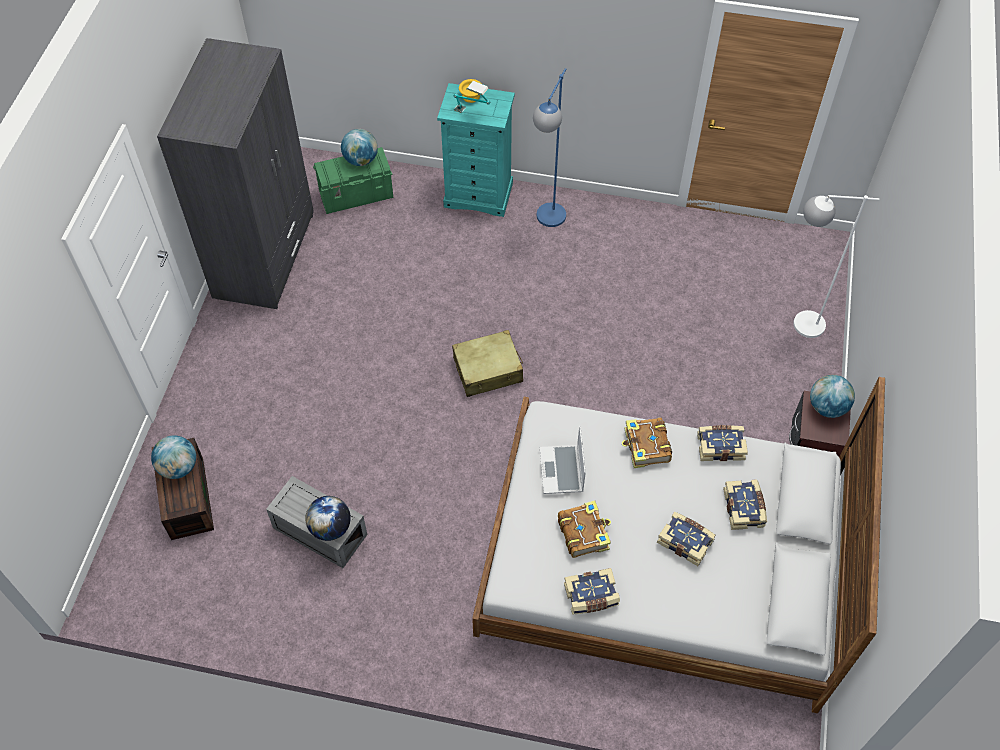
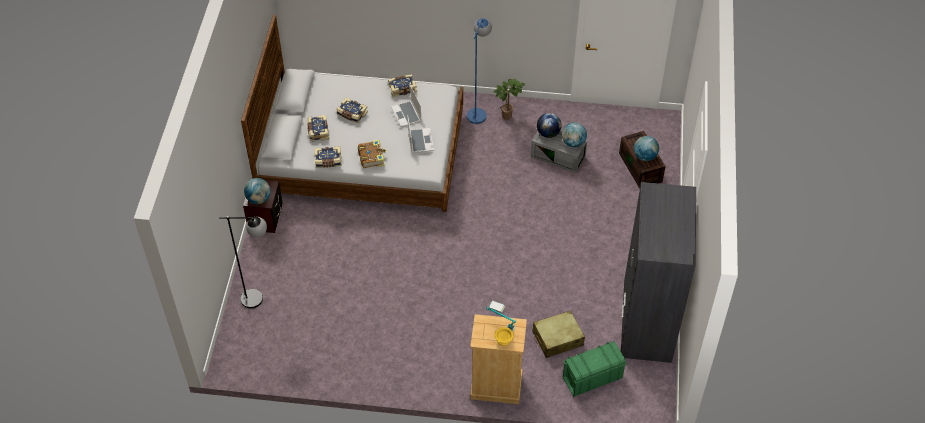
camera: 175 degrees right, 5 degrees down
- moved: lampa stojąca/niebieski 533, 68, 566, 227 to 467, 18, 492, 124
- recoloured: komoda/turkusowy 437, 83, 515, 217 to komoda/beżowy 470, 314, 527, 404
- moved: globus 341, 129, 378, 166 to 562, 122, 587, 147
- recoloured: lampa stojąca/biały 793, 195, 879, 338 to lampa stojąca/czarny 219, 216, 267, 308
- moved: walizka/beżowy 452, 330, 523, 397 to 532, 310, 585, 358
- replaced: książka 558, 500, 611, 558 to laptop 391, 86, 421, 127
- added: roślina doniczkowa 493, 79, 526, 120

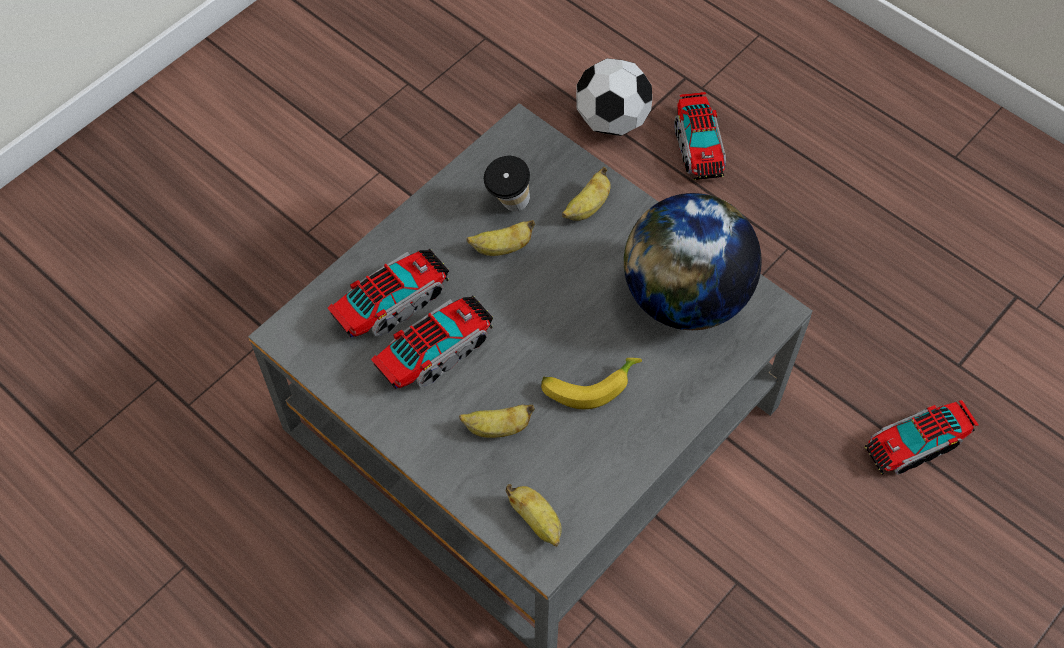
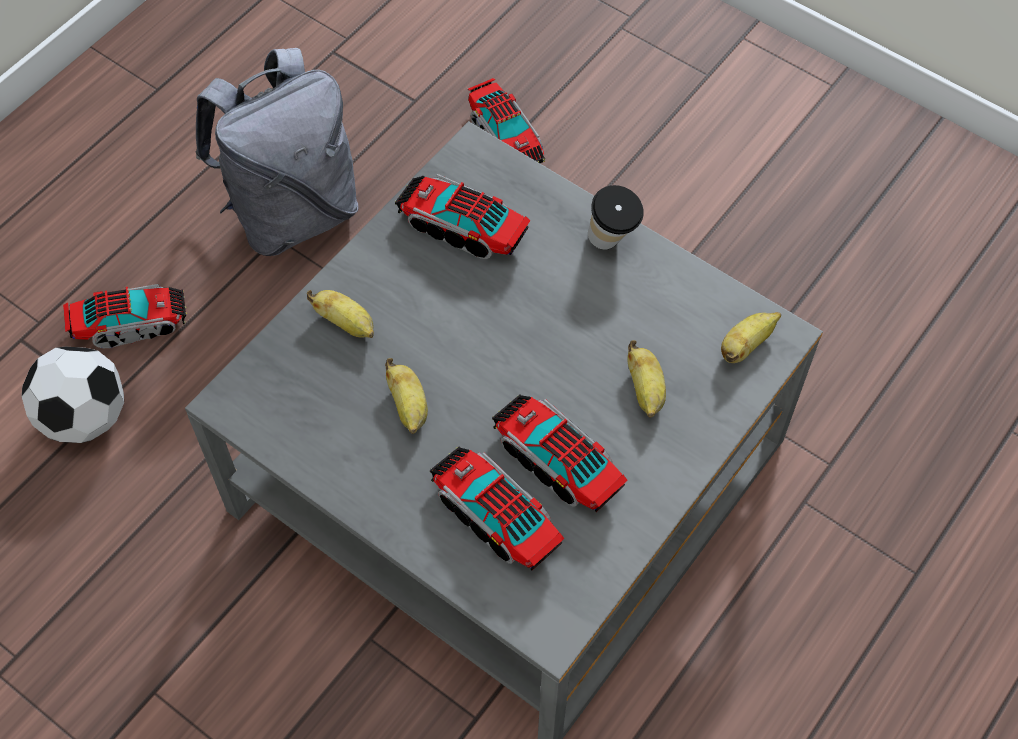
camera: 95 degrees left, 0 degrees up
- moved: filiżanka 484, 156, 530, 211 to 588, 185, 644, 250
- replaced: globus 624, 193, 762, 330 to ciężarówka zabawkowa 395, 174, 531, 259
- removed: banan 541, 358, 642, 409
- added: plecak/szary 195, 48, 359, 256

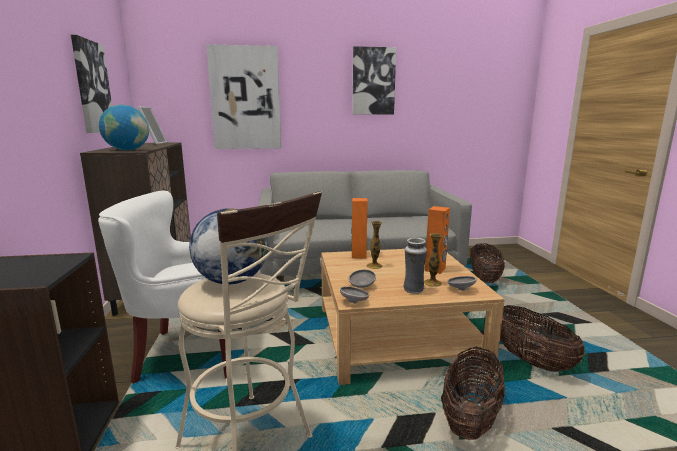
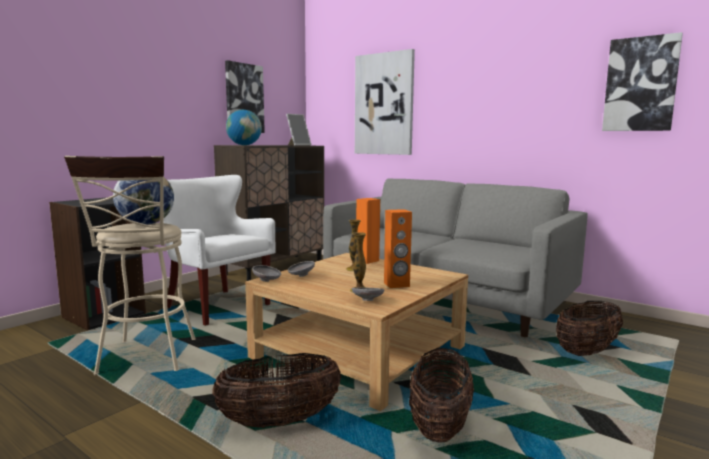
camera: 45 degrees right, 5 degrees down
- moved: obraz 353, 46, 396, 114 to 602, 32, 683, 131
- removed: wazon 403, 238, 427, 294

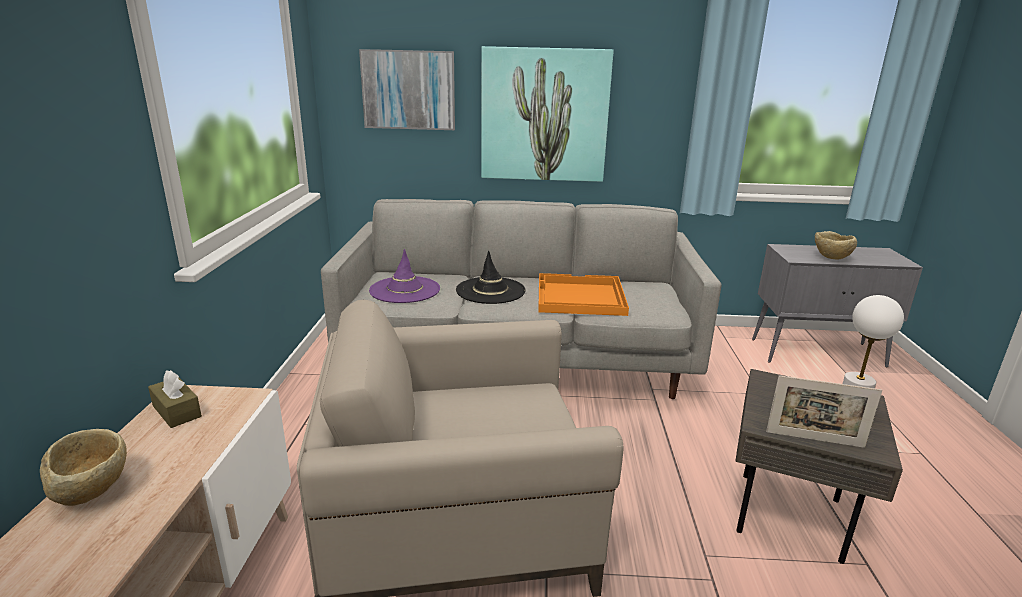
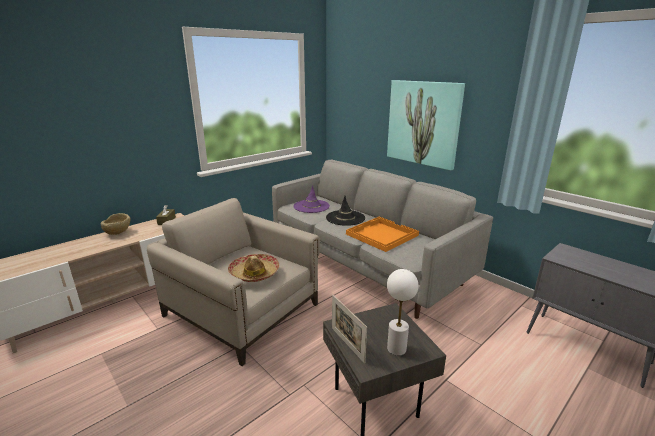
camera: 45 degrees right, 0 degrees up
- removed: obraz 359, 49, 455, 130
- removed: miska/beżowy 815, 231, 857, 259
- added: kapelusz 228, 254, 279, 282

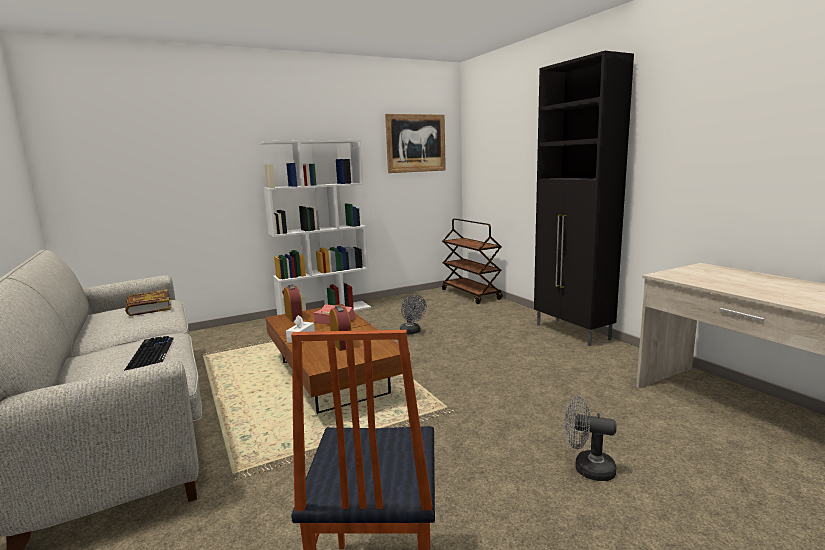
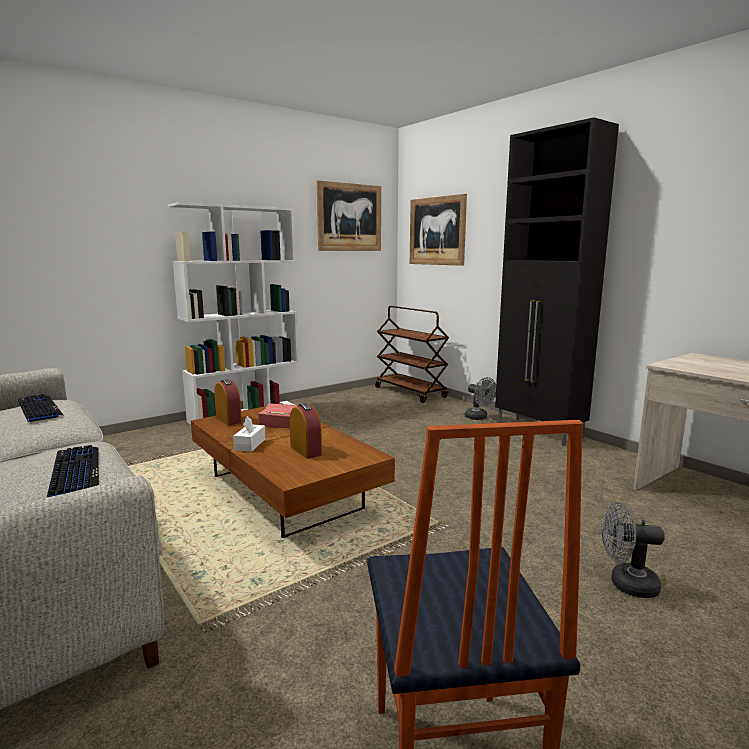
camera: 10 degrees left, 0 degrees up
- replaced: książka 125, 290, 171, 316 to klawiatura 18, 394, 63, 422
- moved: wentylator/szary 400, 295, 427, 334 to 464, 377, 496, 420
- added: obraz 410, 194, 467, 266

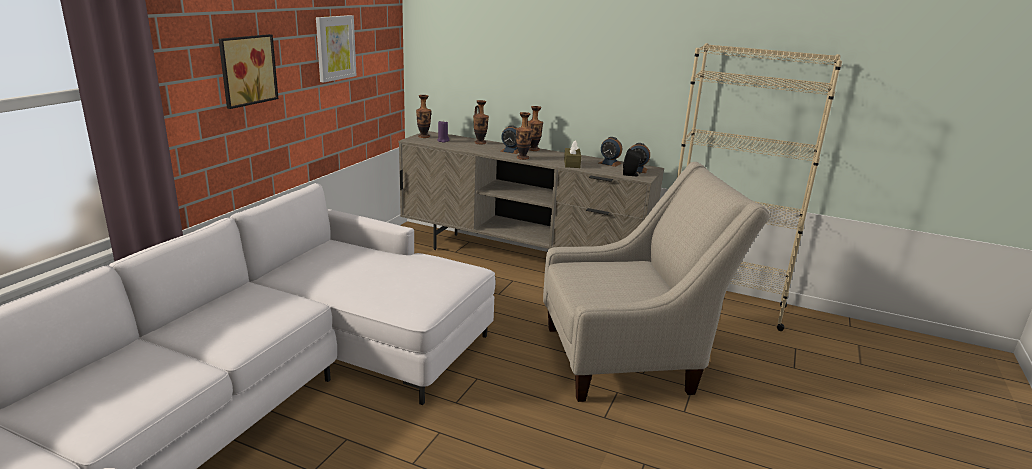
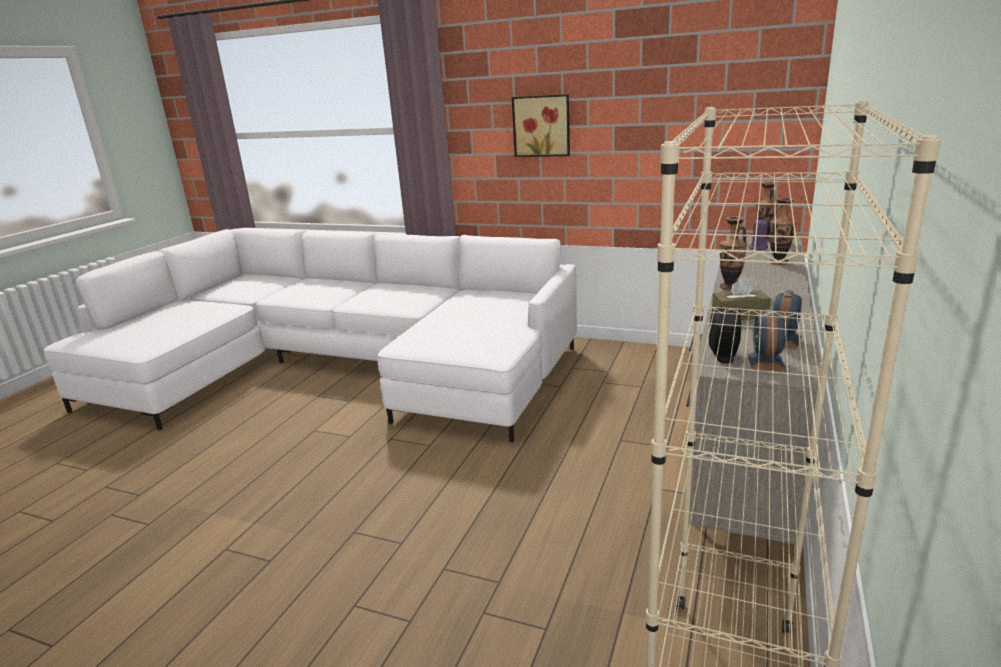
camera: 90 degrees right, 0 degrees up
- removed: obraz 316, 15, 356, 83
- removed: wazon 528, 106, 543, 151
- removed: budzik 500, 125, 519, 154
- removed: fotel/beżowy 543, 162, 770, 402

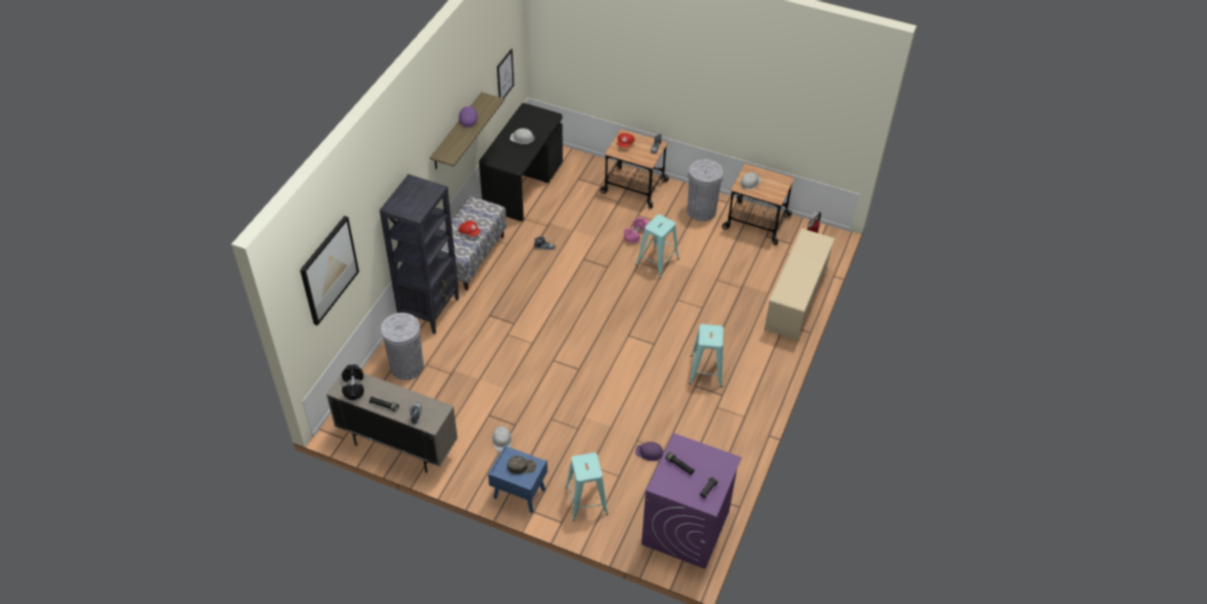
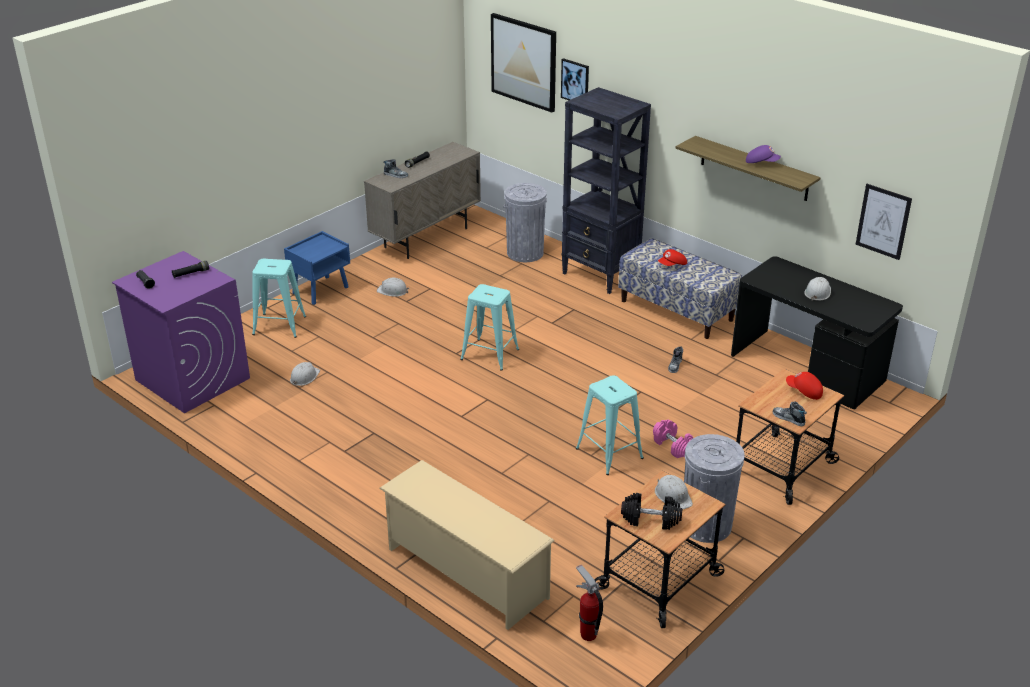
camera: 110 degrees right, 15 degrees down
- moved: stołek/turkusowy 689, 324, 724, 387 to 460, 284, 519, 371
- moved: hantel/czarny 342, 364, 364, 400 to 621, 493, 682, 530
- recoloured: kask/fioletowy 635, 442, 664, 461 to kask/biały 290, 362, 320, 386
- removed: czapka z daszkiem/zielony 507, 456, 536, 474
- added: obraz 561, 58, 589, 100

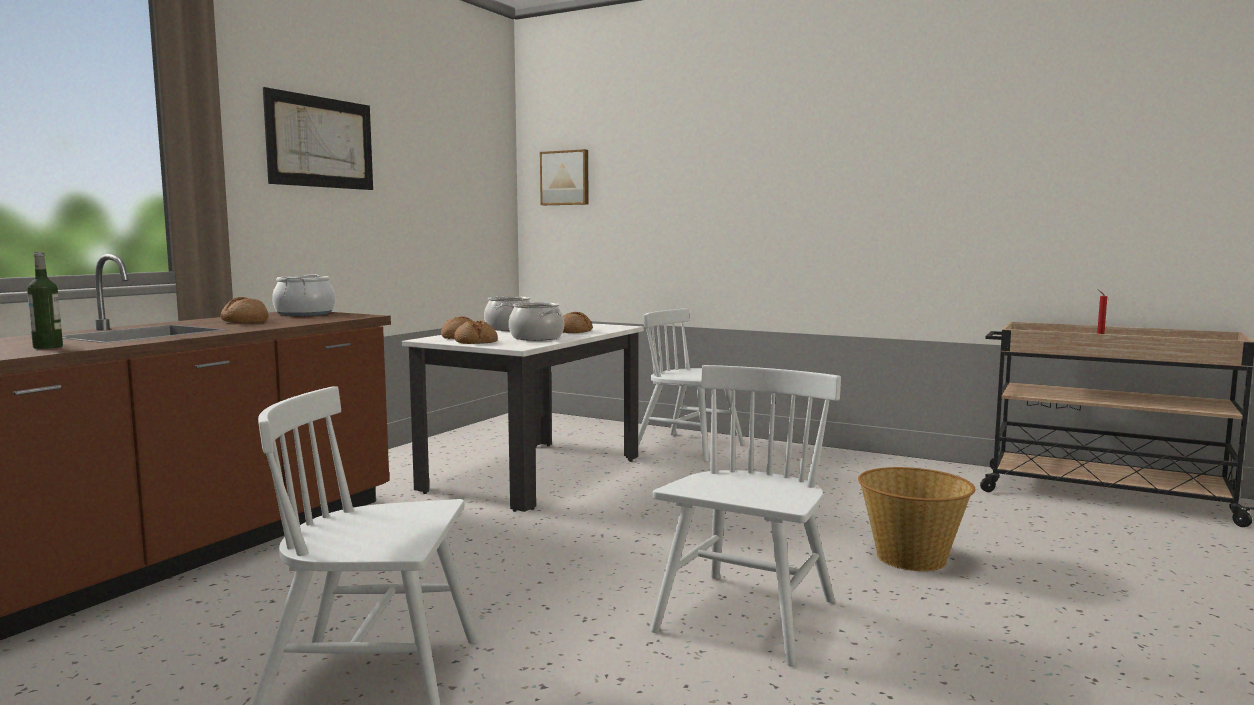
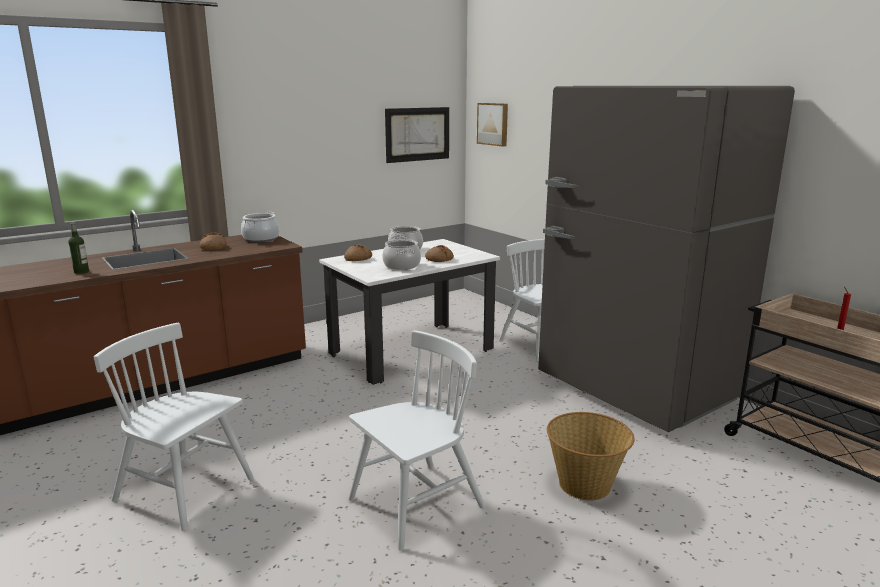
camera: 25 degrees right, 10 degrees up
- moved: obraz 263, 87, 373, 190 to 385, 107, 449, 163
- removed: chleb 454, 320, 498, 344
- added: lodówka/szary 538, 86, 795, 432

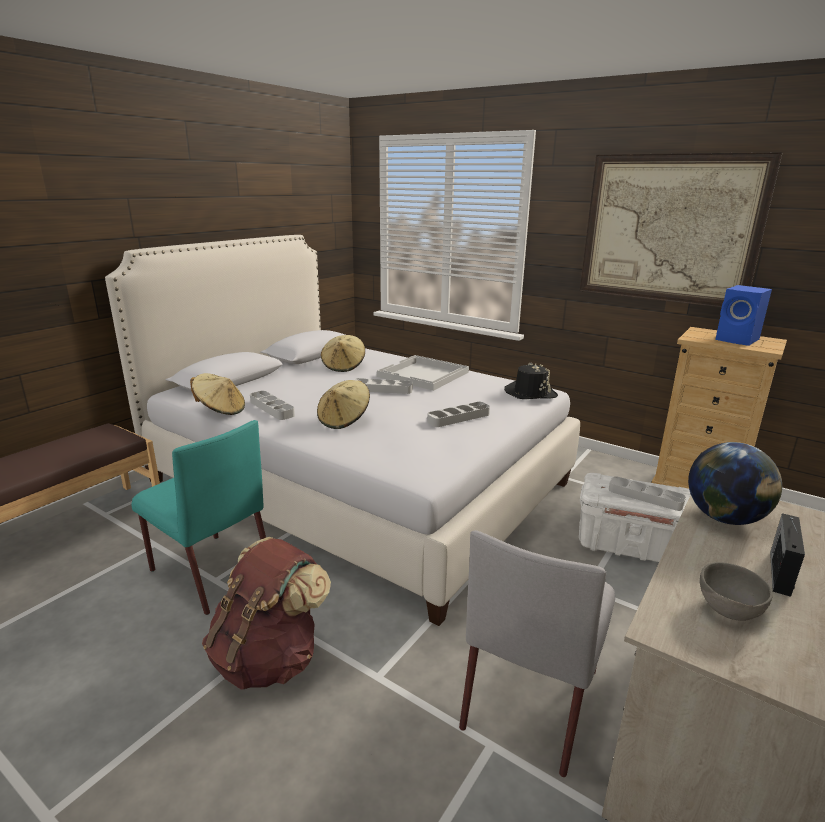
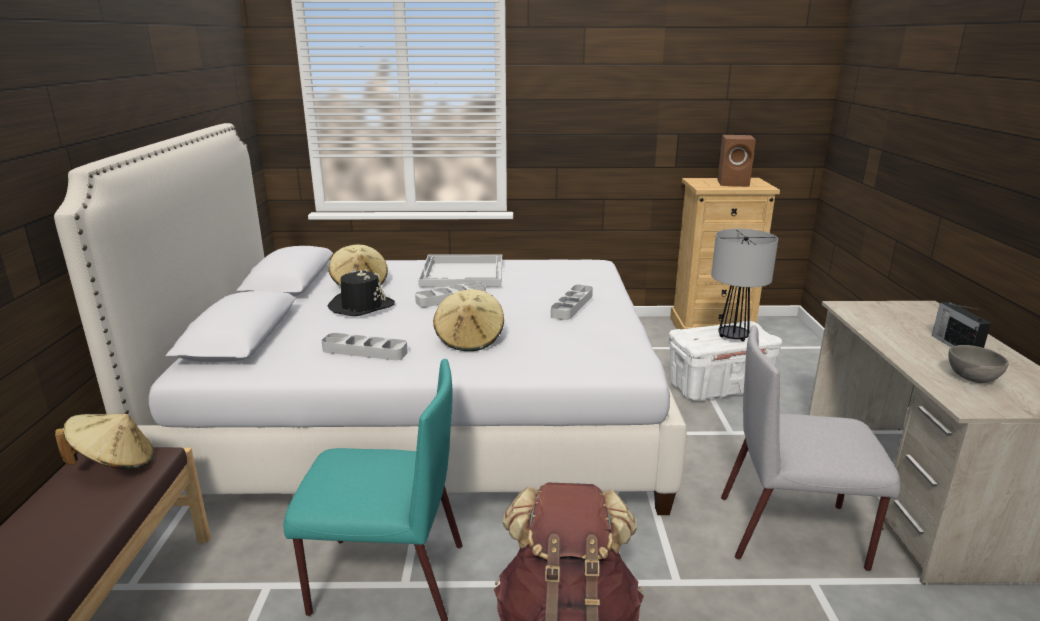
camera: 35 degrees left, 0 degrees up
- removed: obraz 579, 152, 783, 307
- recoloured: głośnik/niebieski 715, 285, 772, 346 to głośnik/brązowy 717, 135, 756, 187
- moved: kapelusz/czarny 504, 363, 558, 399 to 328, 269, 395, 316
- moved: kapelusz/beżowy 190, 373, 245, 415 to 55, 414, 154, 470
- removed: globus 688, 442, 782, 525
- replaced: taca/szary 609, 477, 686, 511 to lampa stołowa 711, 229, 778, 341
- turned: krzesło/szary 459, 530, 615, 777 = 721, 325, 900, 571 105 degrees clockwise

